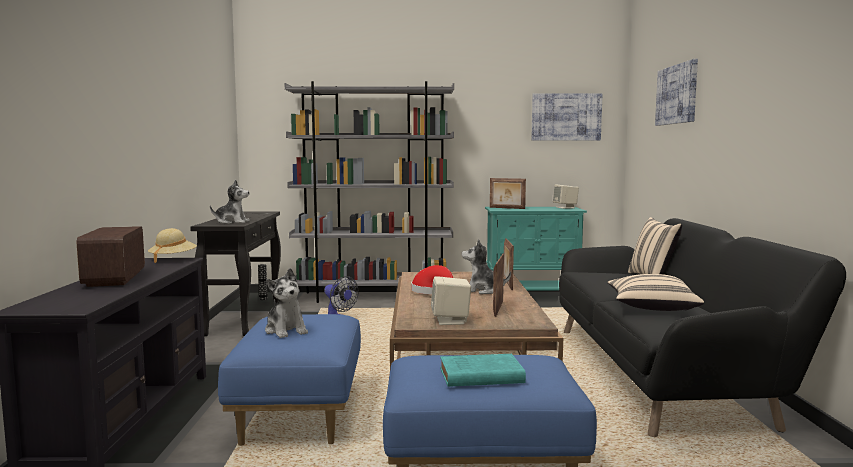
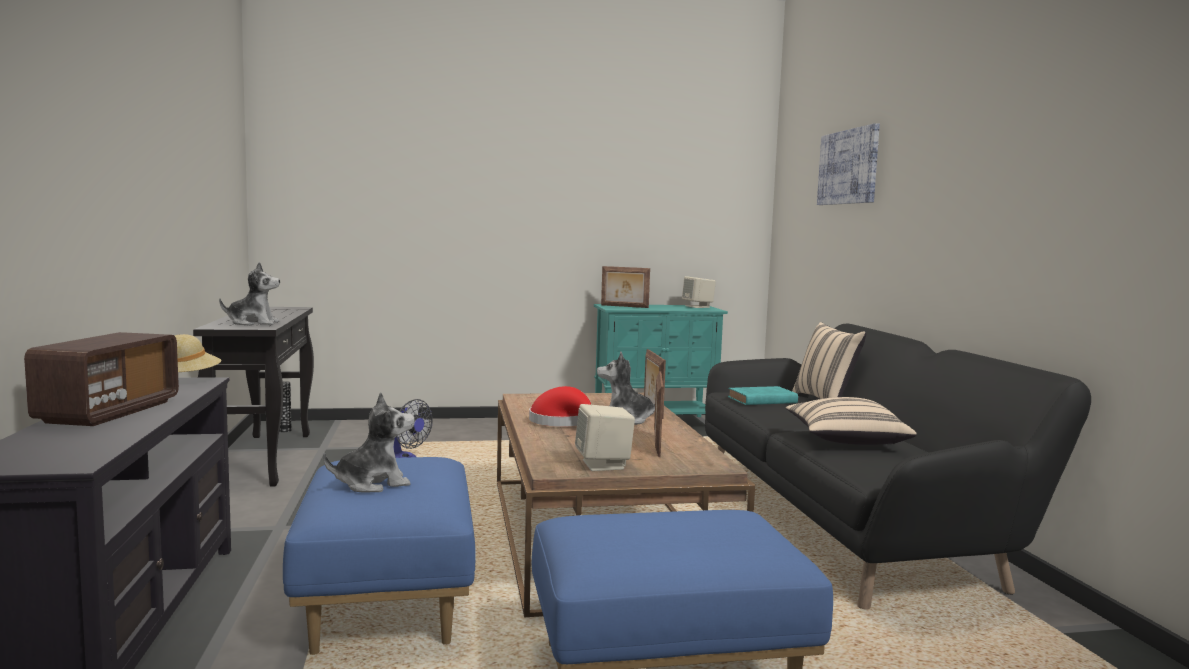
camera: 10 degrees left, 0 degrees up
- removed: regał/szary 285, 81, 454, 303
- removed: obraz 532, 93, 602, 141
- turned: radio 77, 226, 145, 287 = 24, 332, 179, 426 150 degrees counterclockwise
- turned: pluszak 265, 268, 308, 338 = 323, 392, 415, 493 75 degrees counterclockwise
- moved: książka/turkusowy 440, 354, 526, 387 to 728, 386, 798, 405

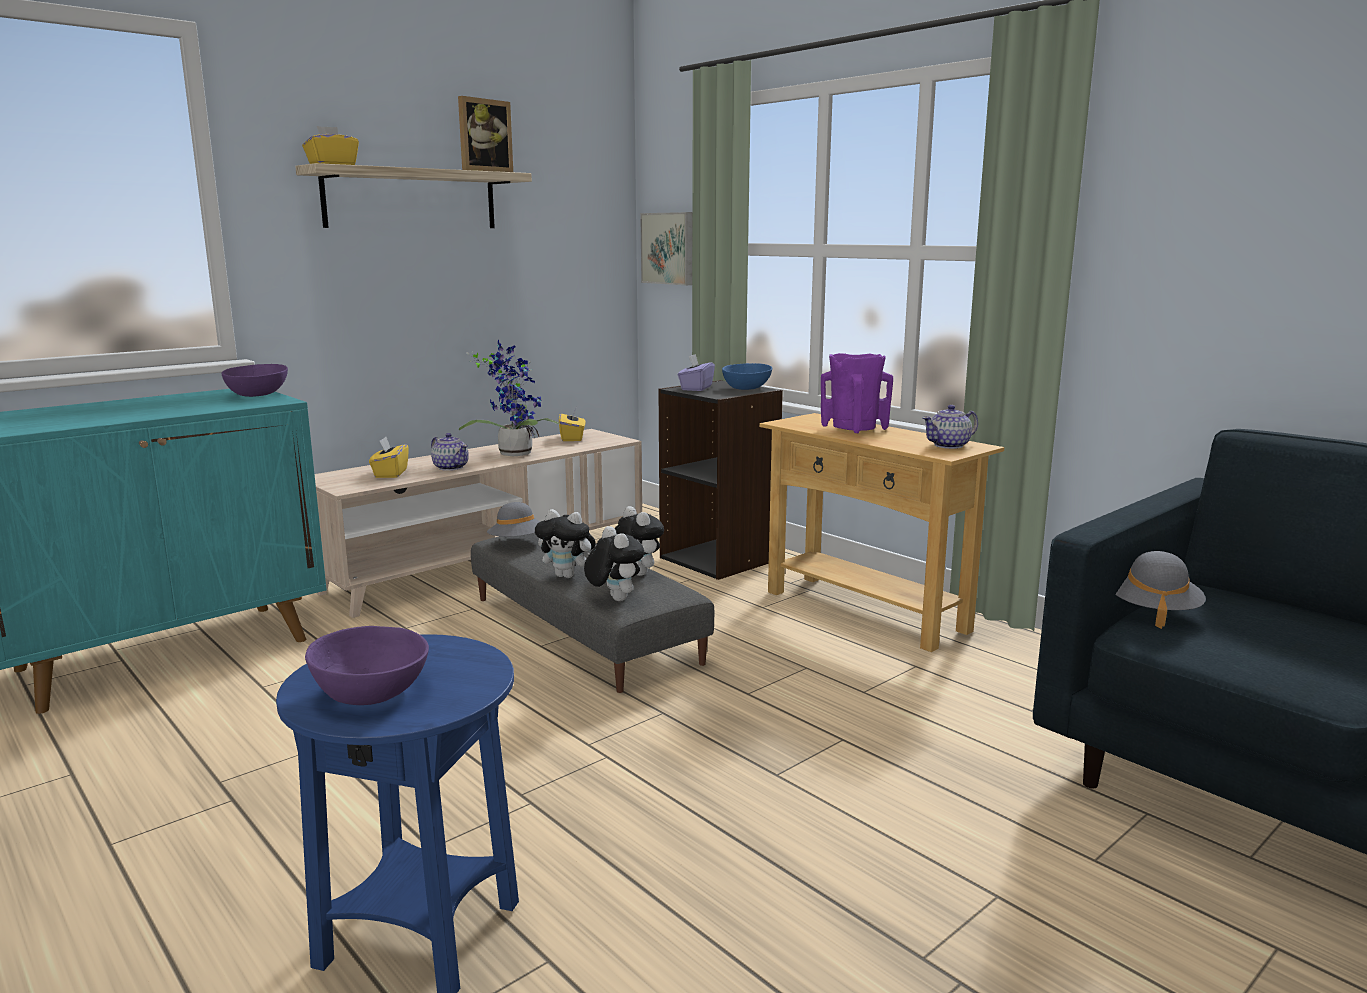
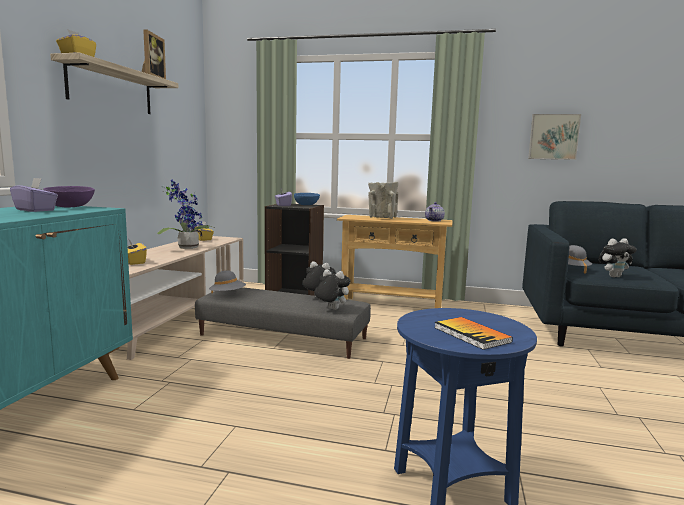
camera: 35 degrees left, 5 degrees down
- moved: obraz 640, 212, 692, 285 to 528, 114, 581, 160
- recoloured: wazon/fioletowy 821, 353, 893, 433 to wazon/beżowy 368, 182, 399, 219
- removed: imbryk 431, 433, 469, 471
- moved: pluszak 535, 509, 596, 578 to 598, 238, 637, 277
- replaced: miska/fioletowy 305, 626, 429, 705 to książka 434, 317, 513, 350
- added: pudełko chusteczek/fioletowy 10, 178, 58, 212

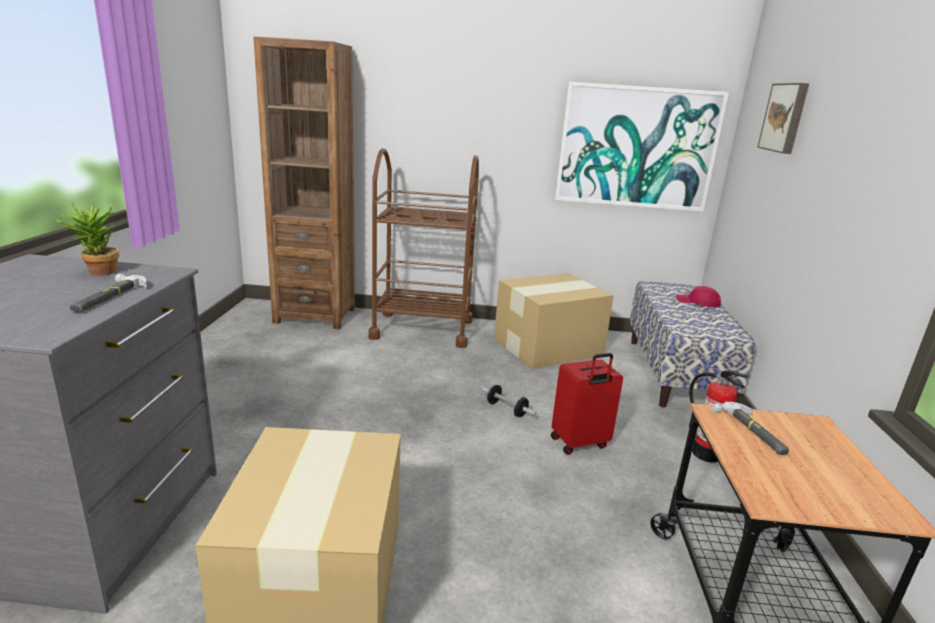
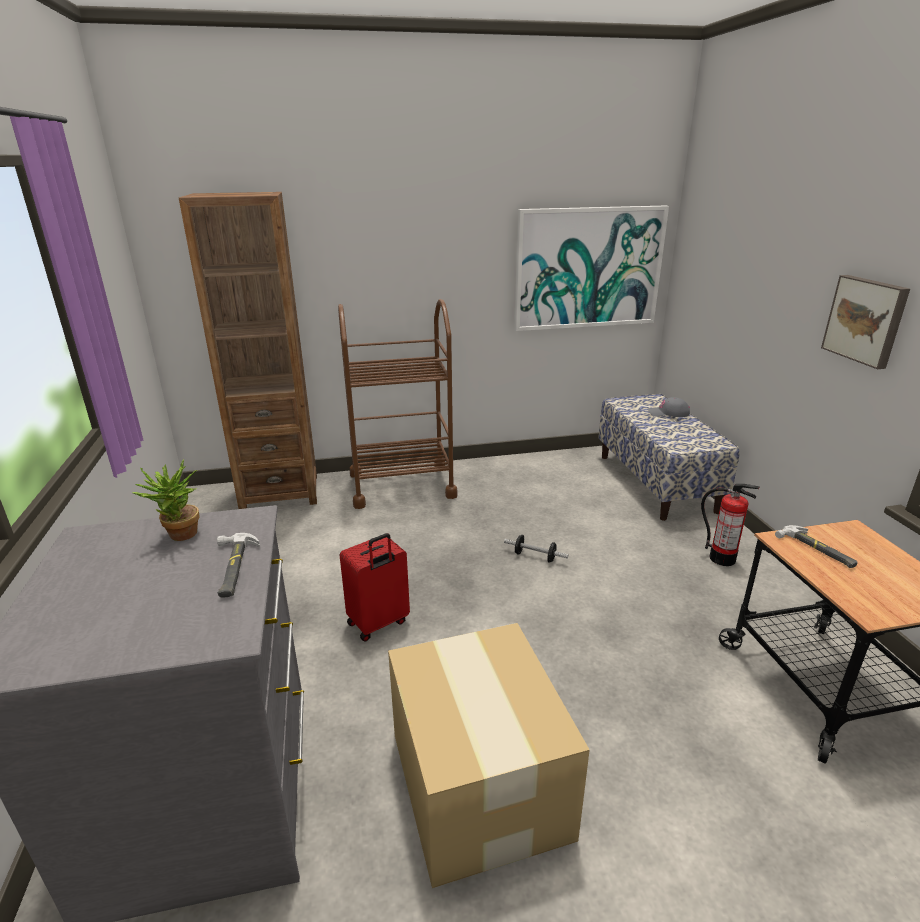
camera: 15 degrees left, 5 degrees up
- moved: obraz 757, 83, 809, 154 to 821, 275, 910, 369
- removed: karton 494, 273, 614, 369
- recoloured: czapka z daszkiem/czerwony 676, 286, 721, 307 to czapka z daszkiem/szary 648, 397, 690, 417
- moved: walizka/czerwony 551, 353, 623, 455 to 340, 533, 410, 642

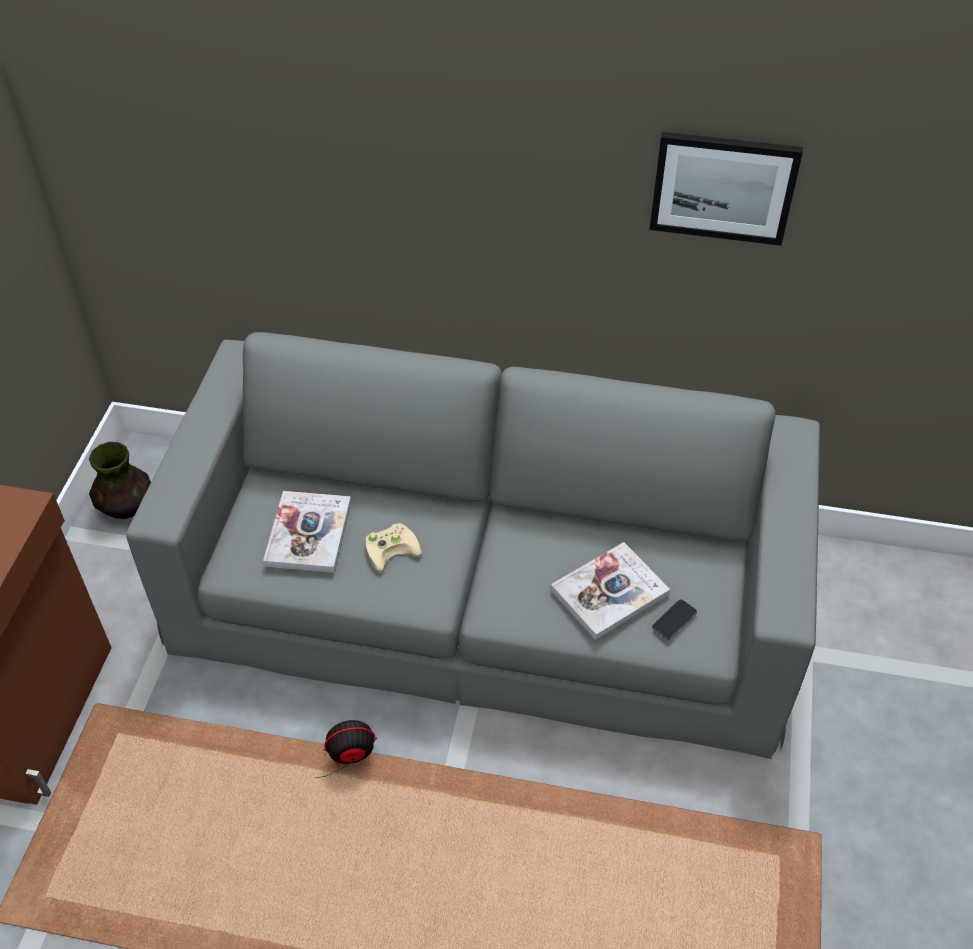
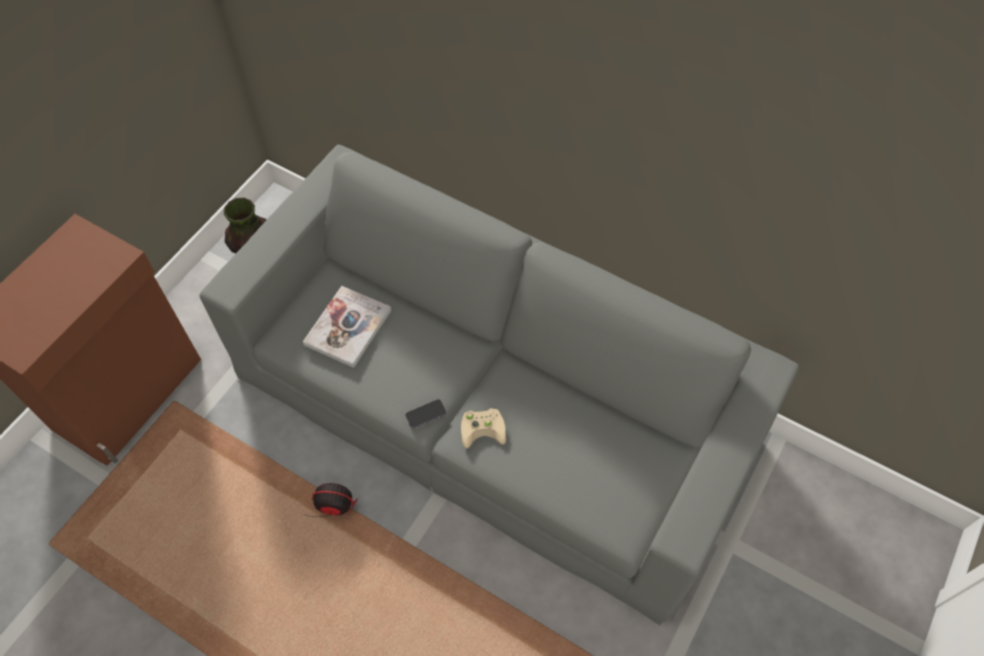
camera: 20 degrees right, 10 degrees up
- removed: obraz 649, 132, 803, 246
- moved: pad do gier/beżowy 366, 523, 422, 572 to 461, 408, 506, 449
- removed: książka 551, 542, 670, 640
- moved: telefon 652, 599, 697, 640 to 405, 399, 447, 428

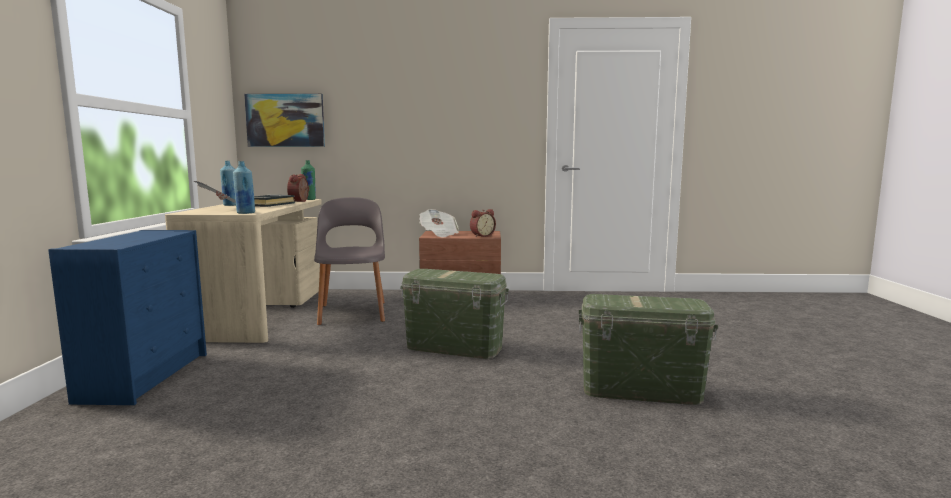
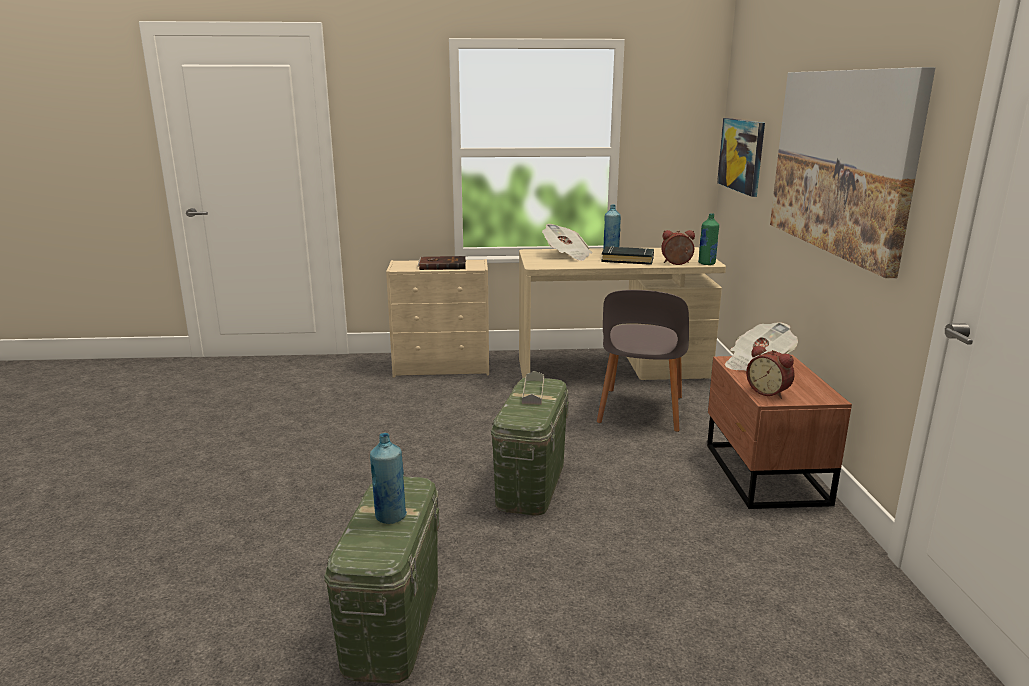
camera: 85 degrees right, 10 degrees up
- moved: butelka/niebieski 233, 161, 255, 214 to 370, 433, 407, 524
- turned: krzesło/szary 314, 197, 385, 325 = 597, 290, 689, 432 120 degrees clockwise
- recoloured: komoda/niebieski 48, 230, 207, 405 to komoda/beżowy 386, 259, 489, 377
- added: obraz 770, 67, 935, 278
- added: książka/brązowy 418, 256, 466, 270
- added: taca/szary 522, 371, 544, 405

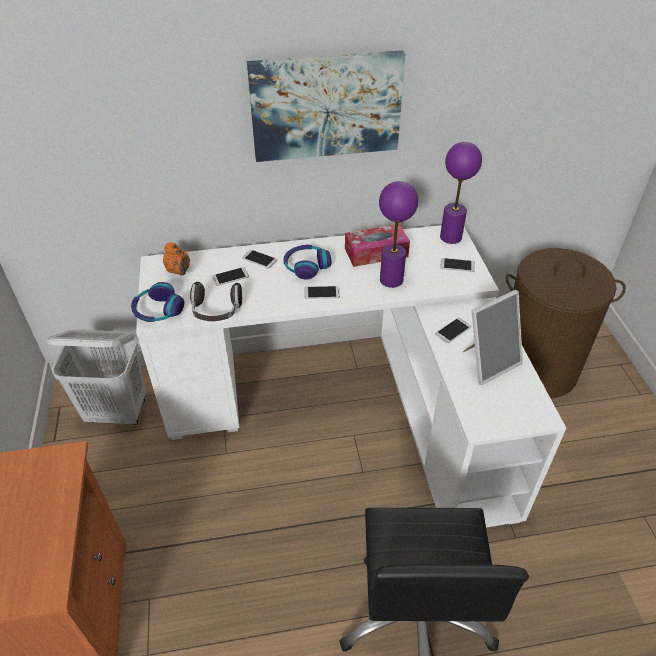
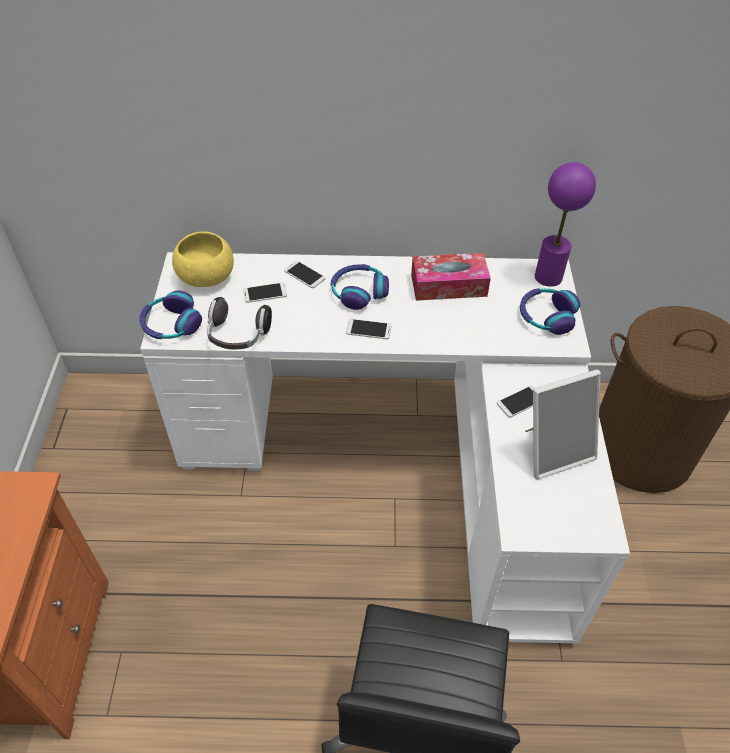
camera: 10 degrees right, 5 degrees up
- removed: obraz 247, 50, 405, 162
- removed: lampa stołowa/fioletowy 379, 181, 418, 288
- replaced: imbryk/pomarańczowy 163, 242, 190, 276 to miska/żółty 172, 231, 234, 287
- replaced: telefon 440, 258, 475, 272 to słuchawki 520, 288, 580, 335
- removed: kosz na pranie/biały 47, 330, 146, 425

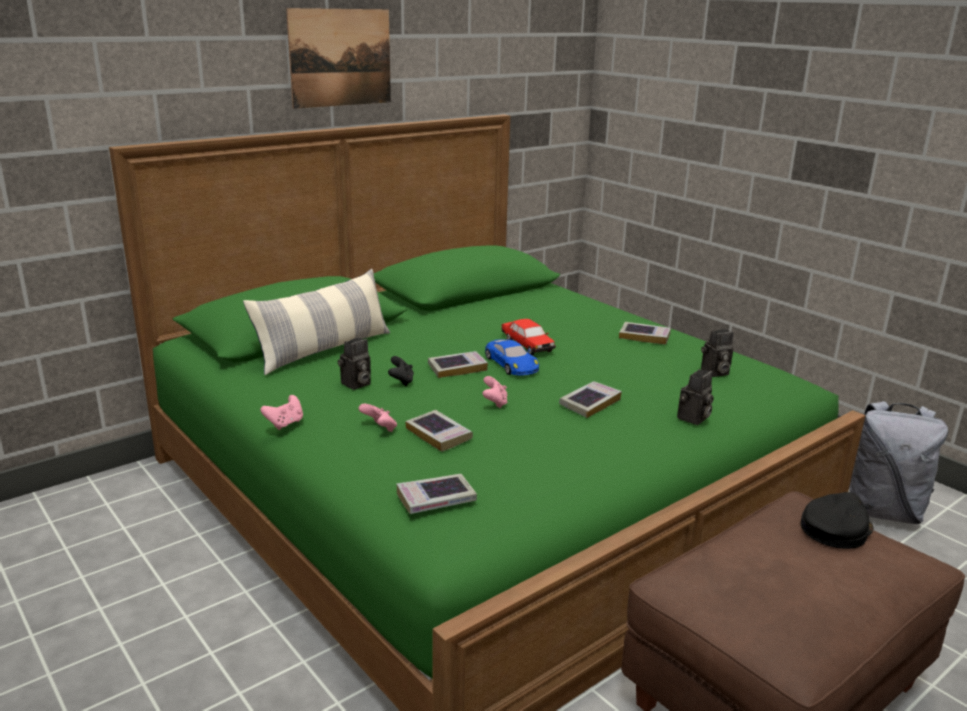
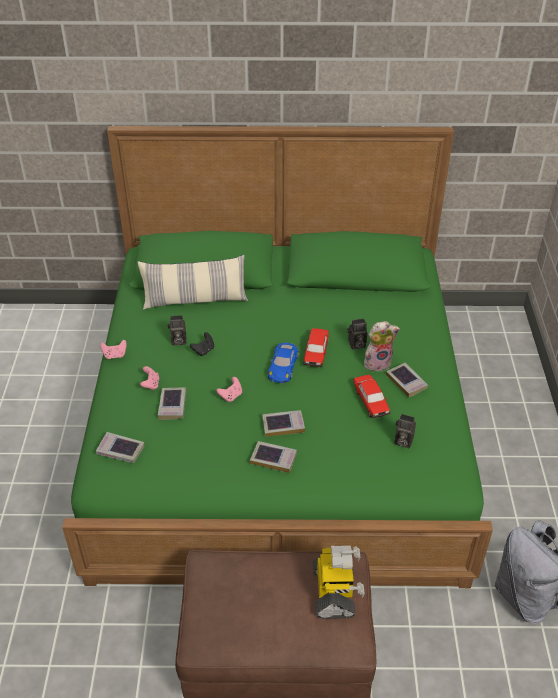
camera: 40 degrees right, 20 degrees up
- removed: obraz 286, 8, 391, 109
- moved: książka 428, 351, 488, 378 to 250, 441, 297, 473
- moved: aparat fotograficzny 677, 369, 714, 425 to 347, 318, 367, 349
- replaced: czapka z daszkiem/czarny 801, 492, 874, 549 to robot zabawkowy 313, 546, 365, 619
- added: pluszak 364, 321, 400, 372
- added: samochodzik 353, 375, 390, 418

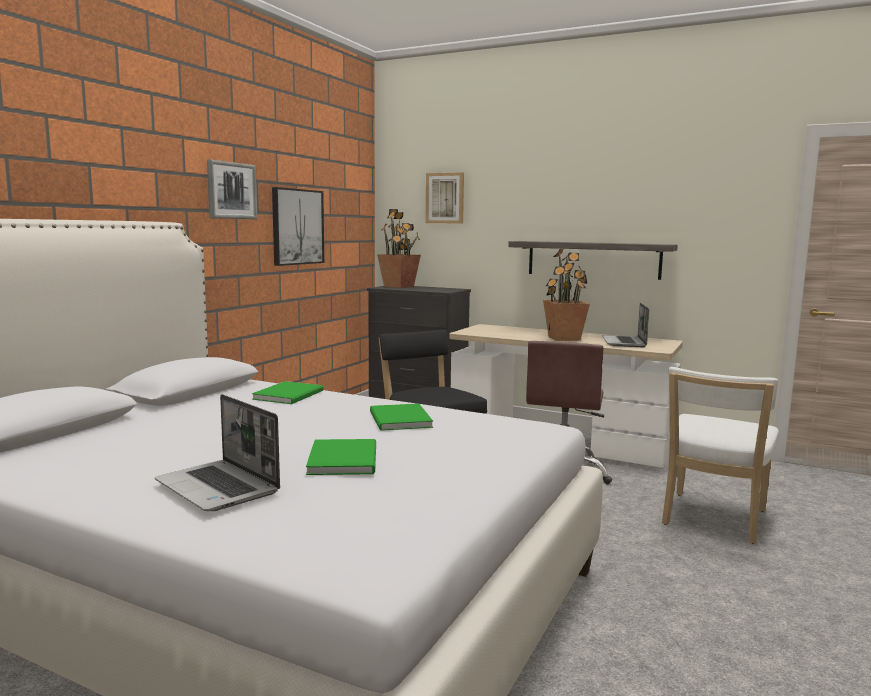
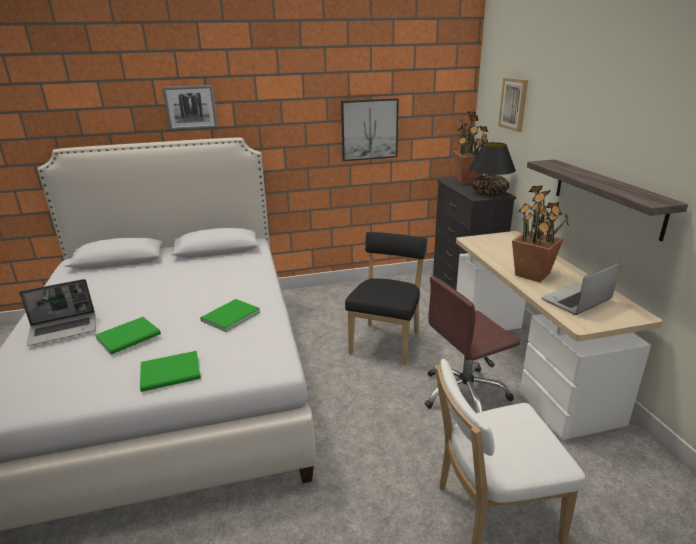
camera: 50 degrees right, 15 degrees up
- moved: obraz 207, 160, 257, 219 to 162, 85, 218, 131
- moved: książka/zielony 252, 381, 323, 404 to 140, 351, 201, 392
- turned: laptop 154, 394, 280, 511 = 19, 279, 96, 346 120 degrees counterclockwise
- added: lampa stołowa/czarny 469, 142, 516, 195

